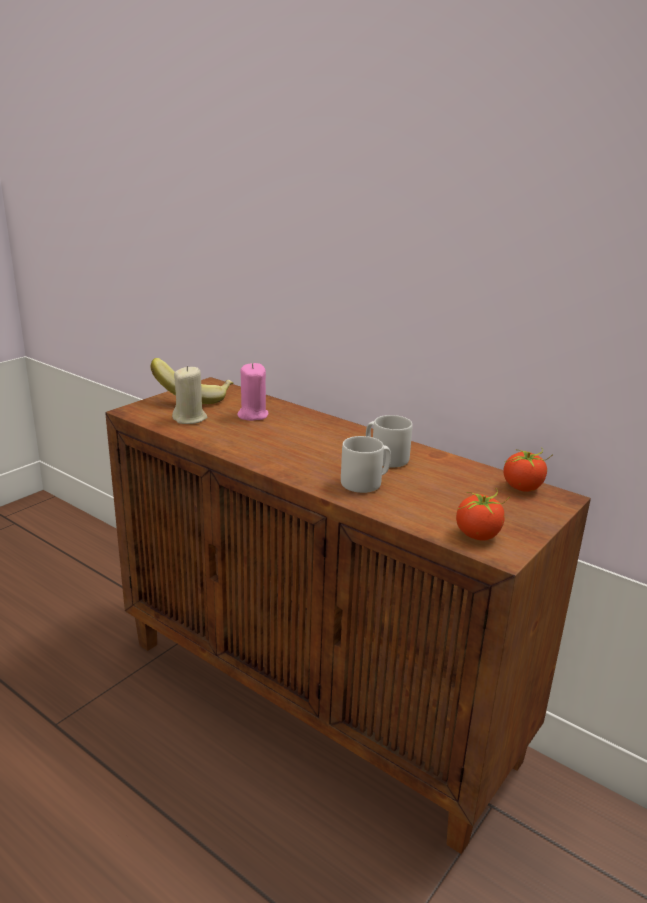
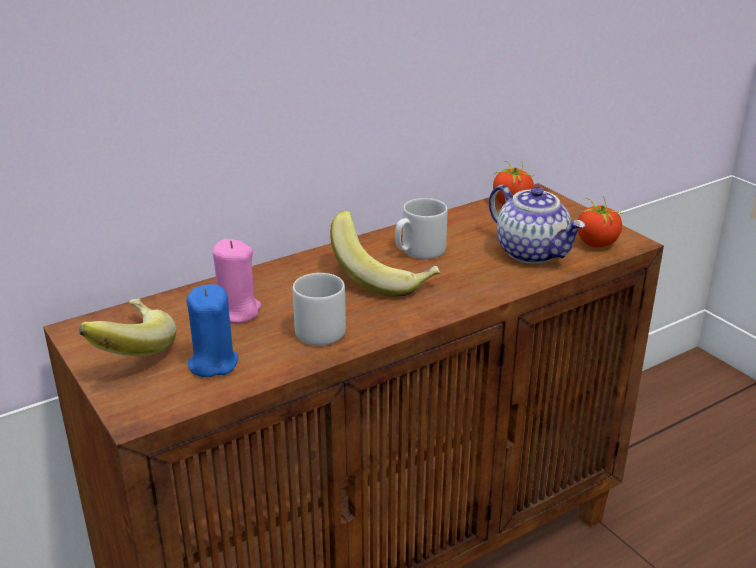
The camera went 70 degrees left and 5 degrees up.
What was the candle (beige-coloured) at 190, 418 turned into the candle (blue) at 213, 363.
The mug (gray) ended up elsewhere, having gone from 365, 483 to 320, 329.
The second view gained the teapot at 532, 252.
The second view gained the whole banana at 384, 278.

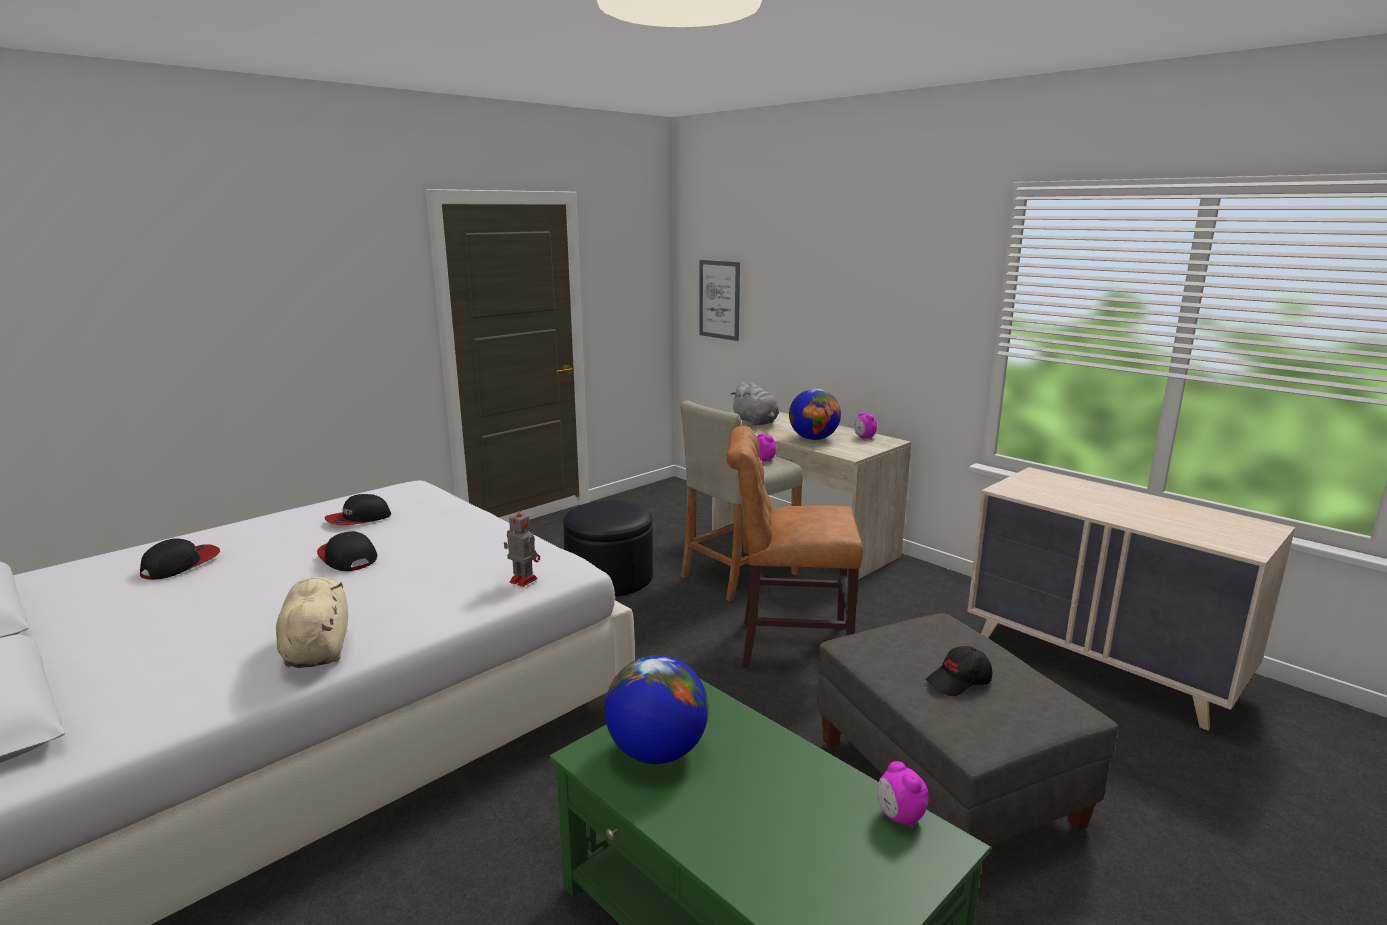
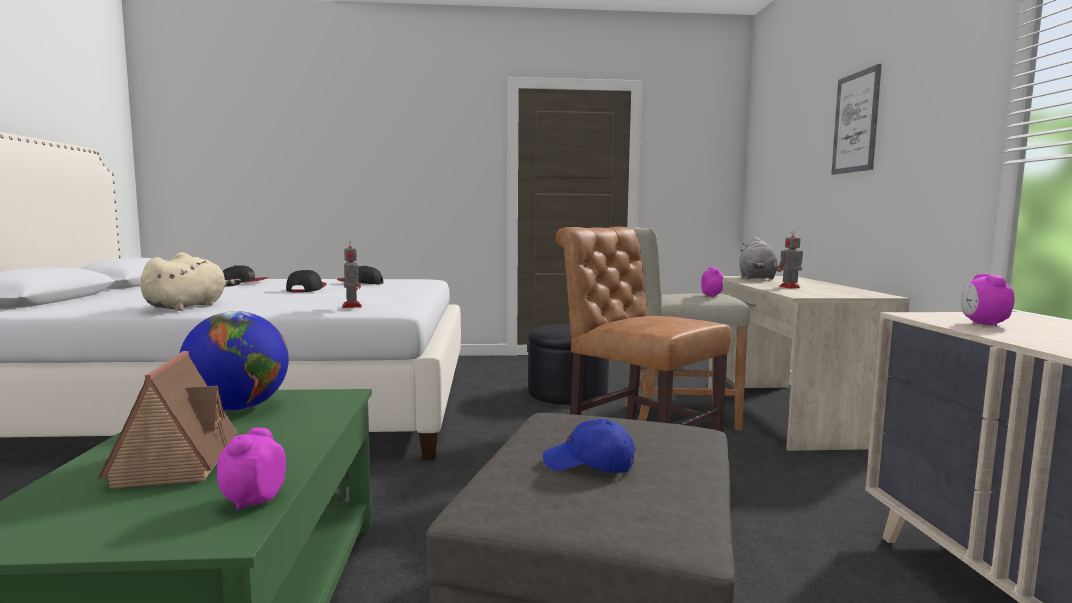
The camera went 40 degrees right and 10 degrees down.
The wall picture ended up elsewhere, having gone from 719, 299 to 856, 122.
Where the globe stood at 813, 439, the model robot came to stand at 788, 287.
The alarm clock ended up elsewhere, having gone from 864, 438 to 983, 324.
What was the peaked cap (blackish) at 959, 681 turned into the peaked cap (blue) at 589, 465.
The second view gained the miniature house at 178, 462.

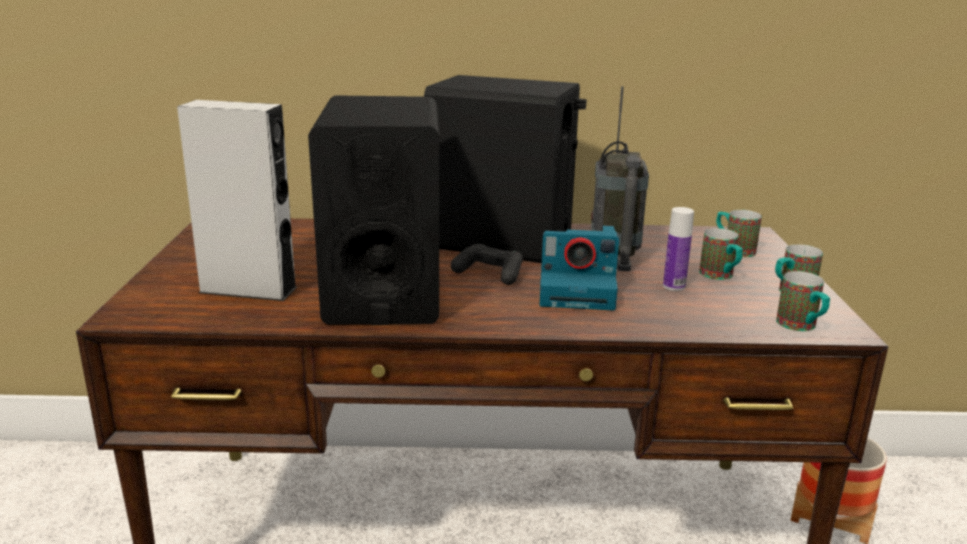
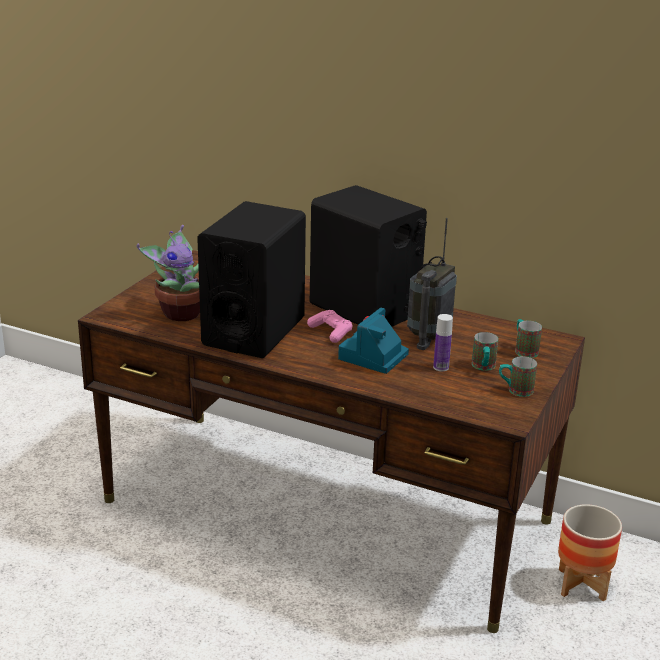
The camera went 25 degrees right and 5 degrees up.
Where the speaker (gray) stood at 248, 290, the houseplant came to stand at 180, 313.
The still camera at 579, 292 ended up facing another way, 90 degrees clockwise from before.
What was the game controller (blackish) at 489, 273 turned into the game controller (pink) at 331, 332.
The second view lost the mug at 801, 327.

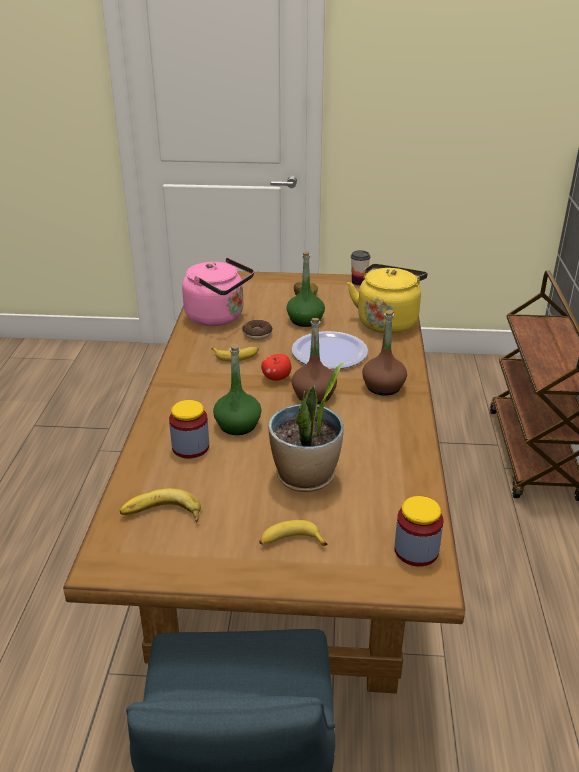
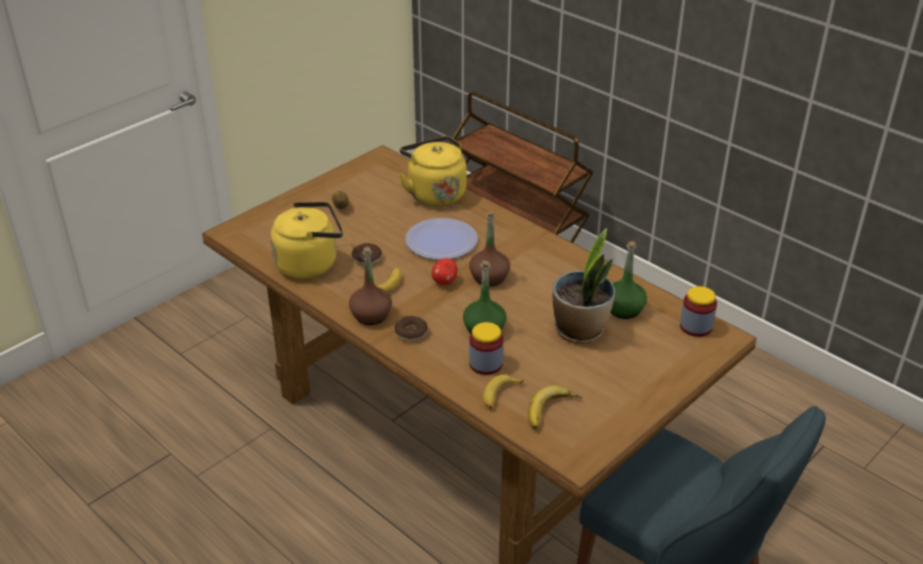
The camera went 50 degrees left and 5 degrees up.
The second view lost the drinking cup at 359, 282.
The beverage bottle (green-coloured) ended up elsewhere, having gone from 305, 320 to 623, 309.
What was the kettle (pink) at 218, 317 turned into the kettle (yellowish) at 310, 263.
The beverage bottle (brown) ended up elsewhere, having gone from 383, 387 to 371, 315.
The whole banana ended up elsewhere, having gone from 290, 541 to 499, 395.
The second view gained the ring doughnut at 411, 333.

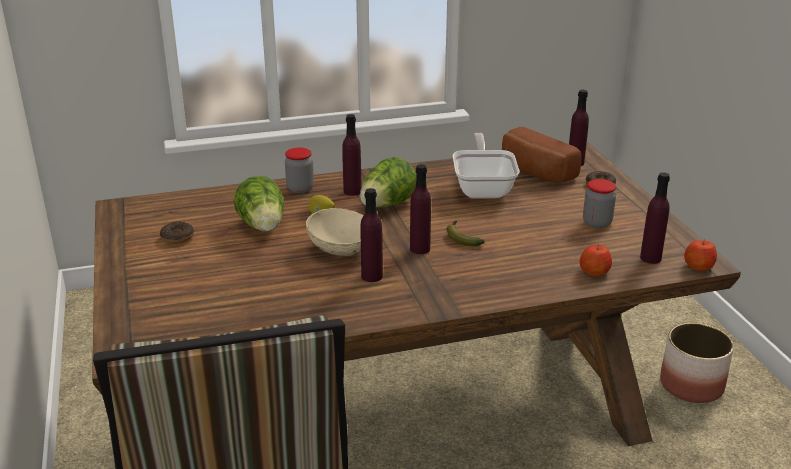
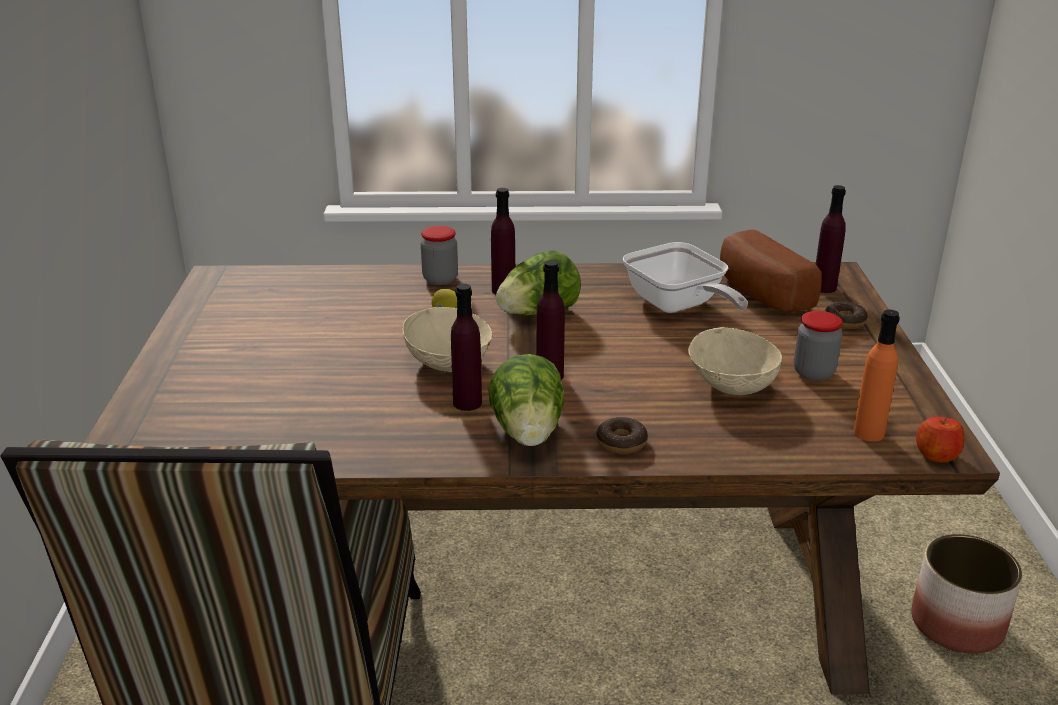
The camera went 15 degrees right and 0 degrees up.
The skillet at 483, 188 ended up facing another way, 135 degrees clockwise from before.
What was the beverage bottle (purple) at 650, 258 turned into the beverage bottle (orange-coloured) at 868, 433.
The lettuce ended up elsewhere, having gone from 263, 227 to 528, 433.
The ring doughnut ended up elsewhere, having gone from 177, 237 to 621, 442.
The second view lost the whole banana at 461, 238.
The second view lost the apple at 594, 271.
The second view gained the deep dish (beige-coloured) at 730, 384.

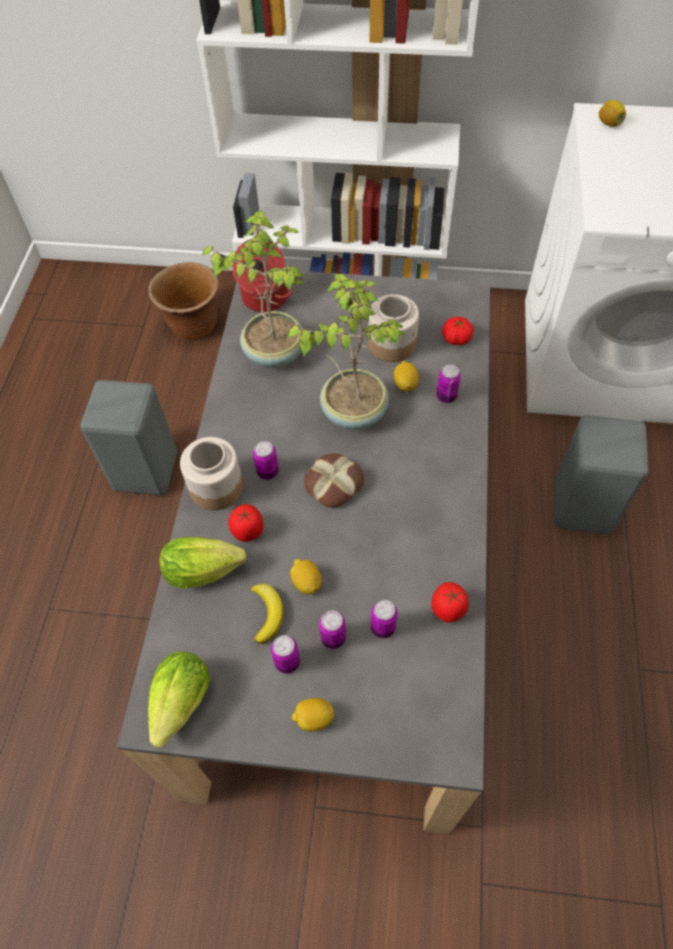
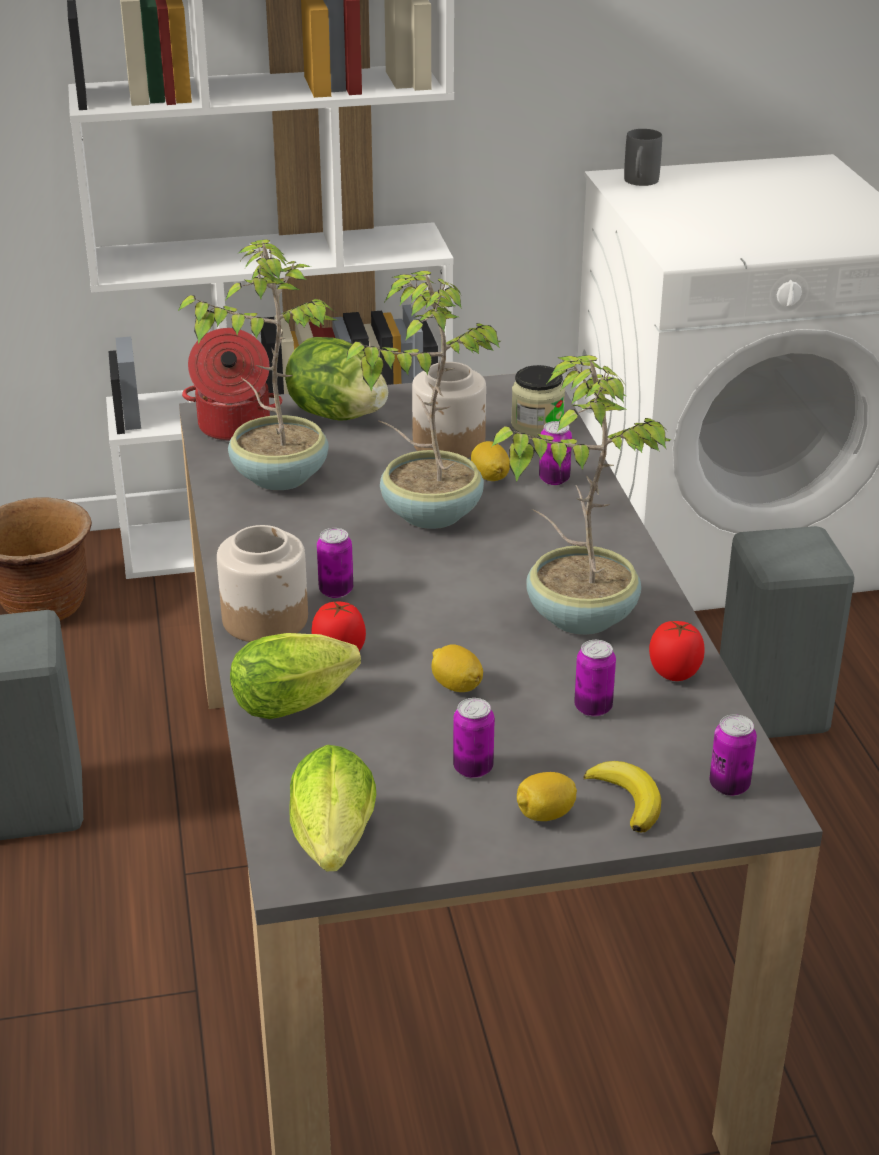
The camera went 20 degrees left and 25 degrees down.
Where the lemon stood at 609, 123, the mug (gray) came to stand at 640, 183.
Where the tomato stood at 456, 338, the jar came to stand at 537, 425.
The second view lost the bread at 333, 483.
The whole banana ended up elsewhere, having gone from 267, 613 to 627, 799.
The sealed can ended up elsewhere, having gone from 333, 638 to 729, 786.
The second view gained the lettuce at 337, 415.
The second view gained the houseplant at 579, 615.

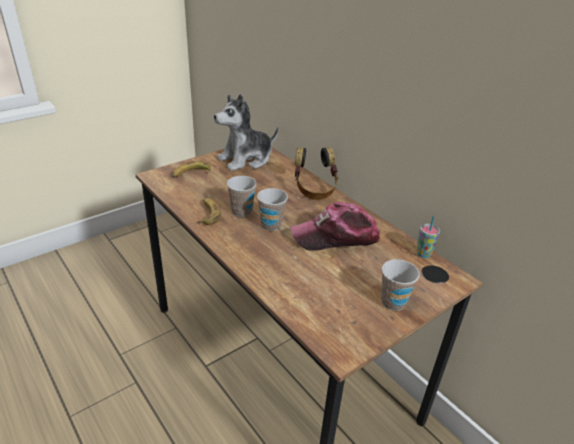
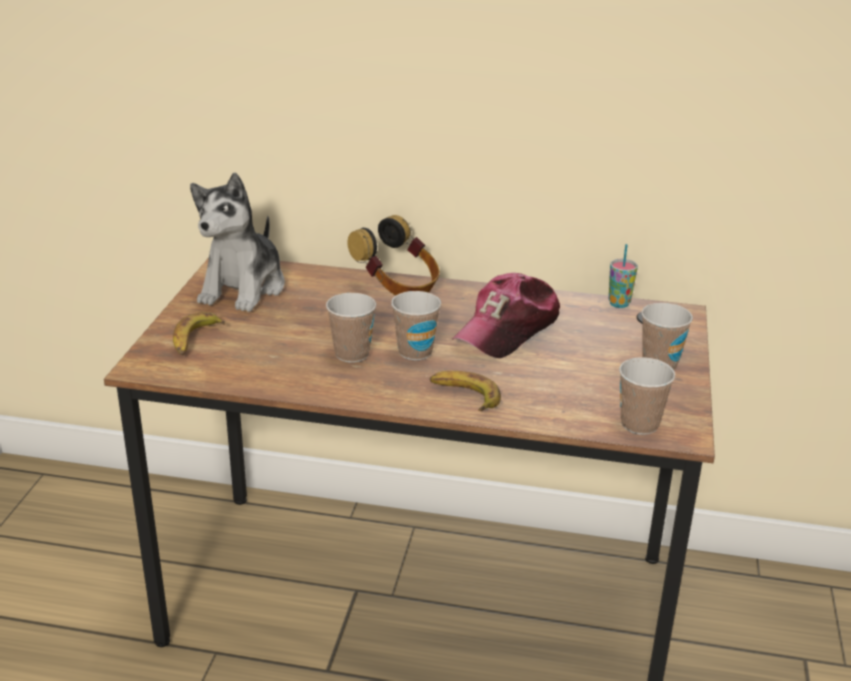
The camera went 40 degrees left and 5 degrees down.
The whole banana ended up elsewhere, having gone from 208, 214 to 464, 396.
The second view gained the drinking cup at 639, 424.

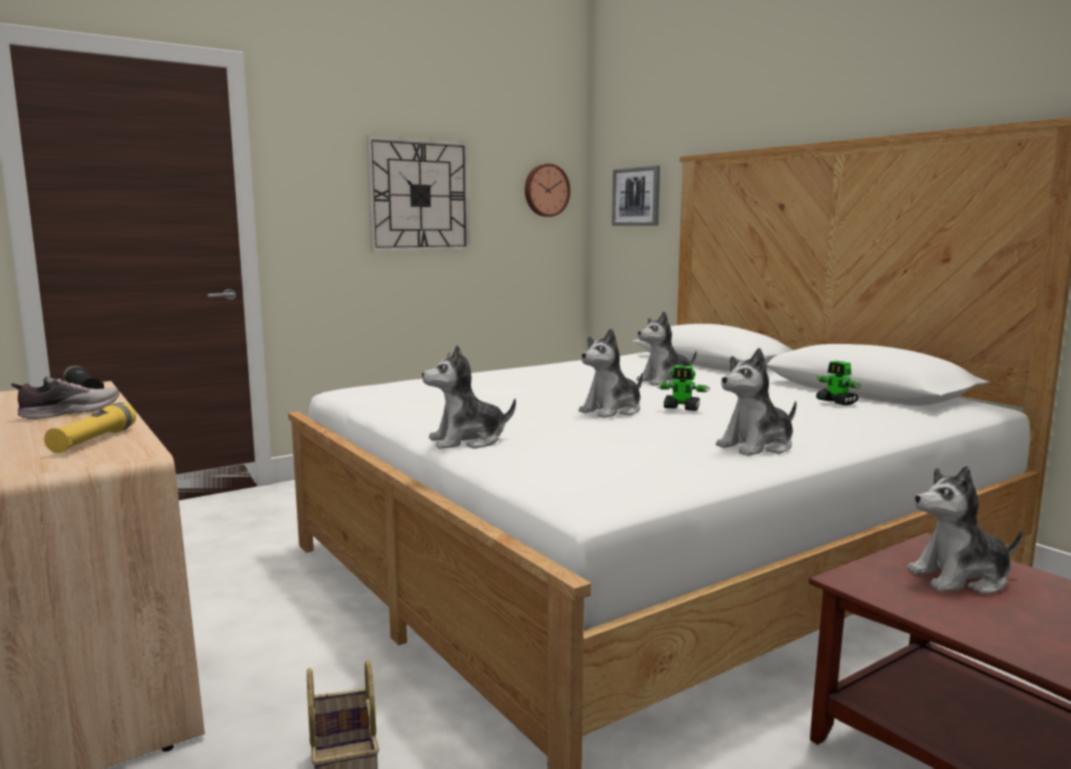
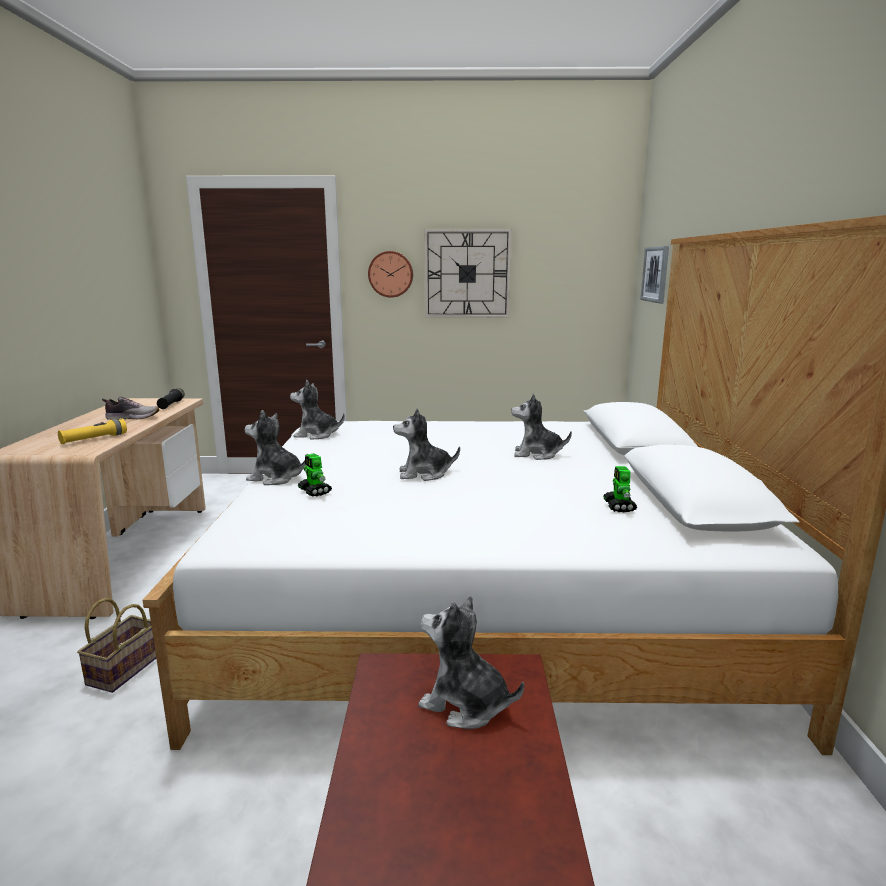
The camera went 35 degrees right and 5 degrees up.
The hanging clock ended up elsewhere, having gone from 546, 190 to 390, 274.
The soft toy ended up elsewhere, having gone from 757, 446 to 316, 435.
The model robot ended up elsewhere, having gone from 682, 408 to 315, 491.

